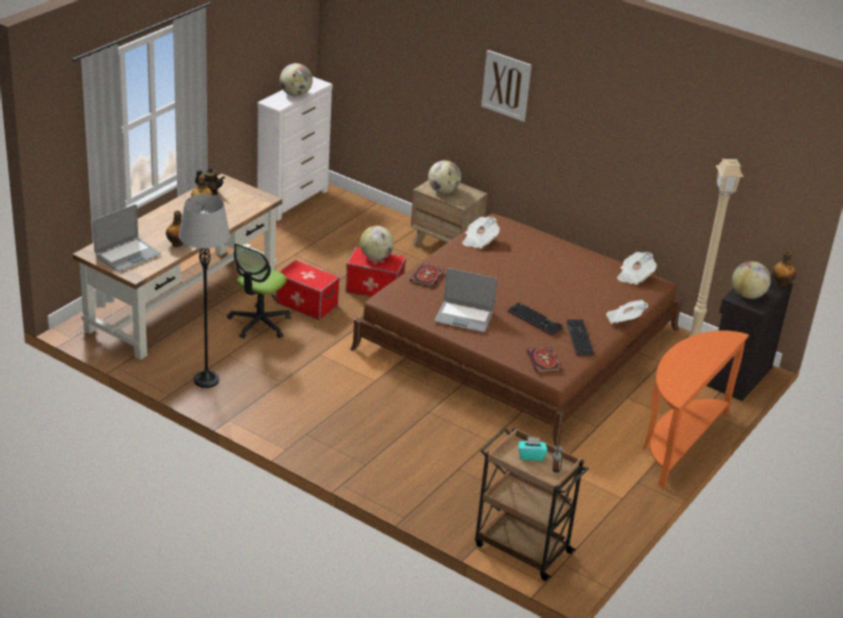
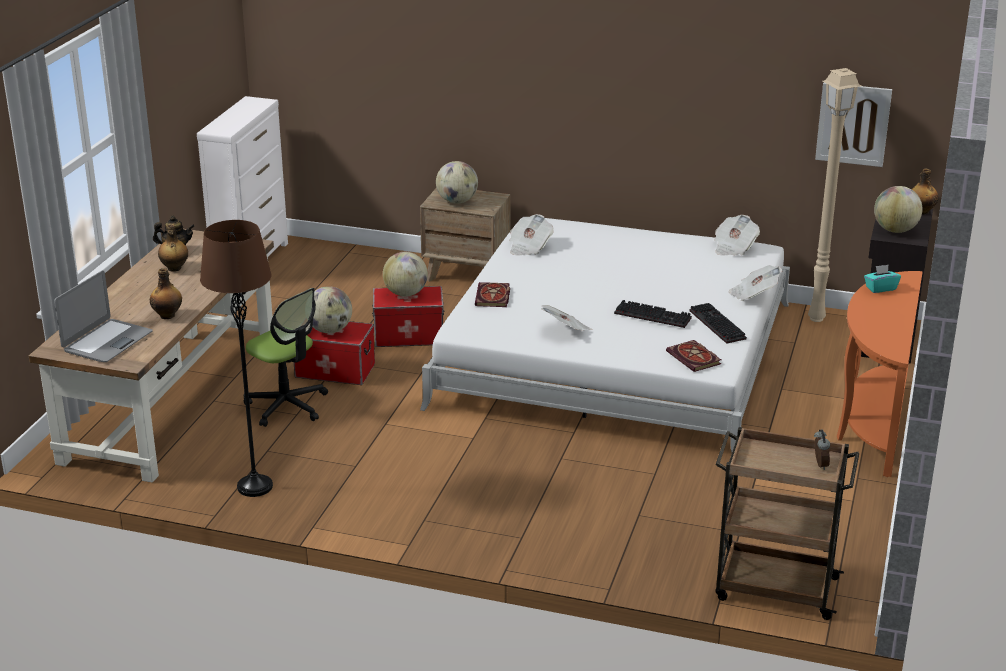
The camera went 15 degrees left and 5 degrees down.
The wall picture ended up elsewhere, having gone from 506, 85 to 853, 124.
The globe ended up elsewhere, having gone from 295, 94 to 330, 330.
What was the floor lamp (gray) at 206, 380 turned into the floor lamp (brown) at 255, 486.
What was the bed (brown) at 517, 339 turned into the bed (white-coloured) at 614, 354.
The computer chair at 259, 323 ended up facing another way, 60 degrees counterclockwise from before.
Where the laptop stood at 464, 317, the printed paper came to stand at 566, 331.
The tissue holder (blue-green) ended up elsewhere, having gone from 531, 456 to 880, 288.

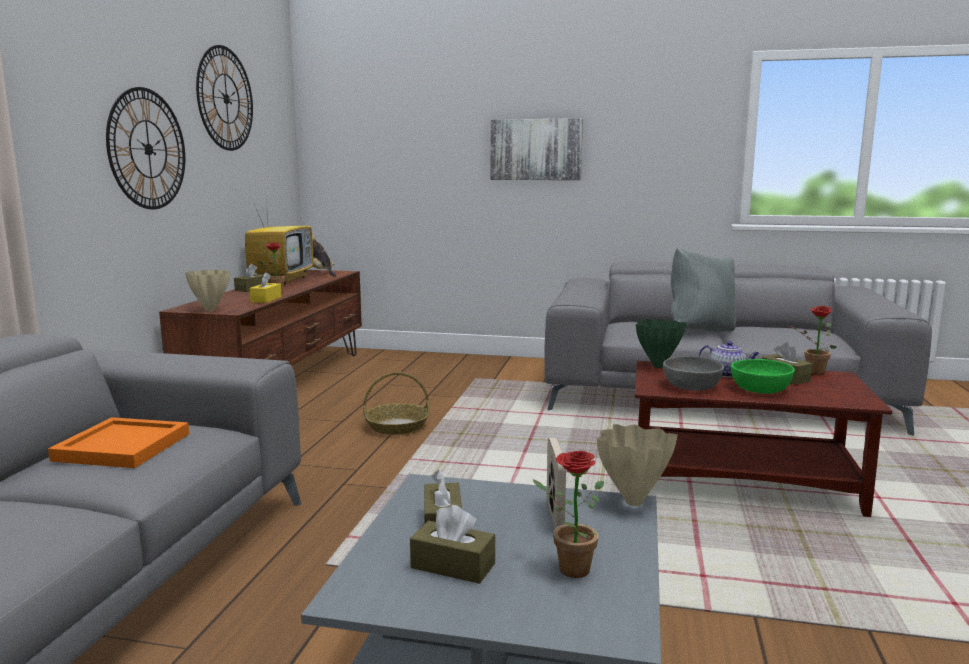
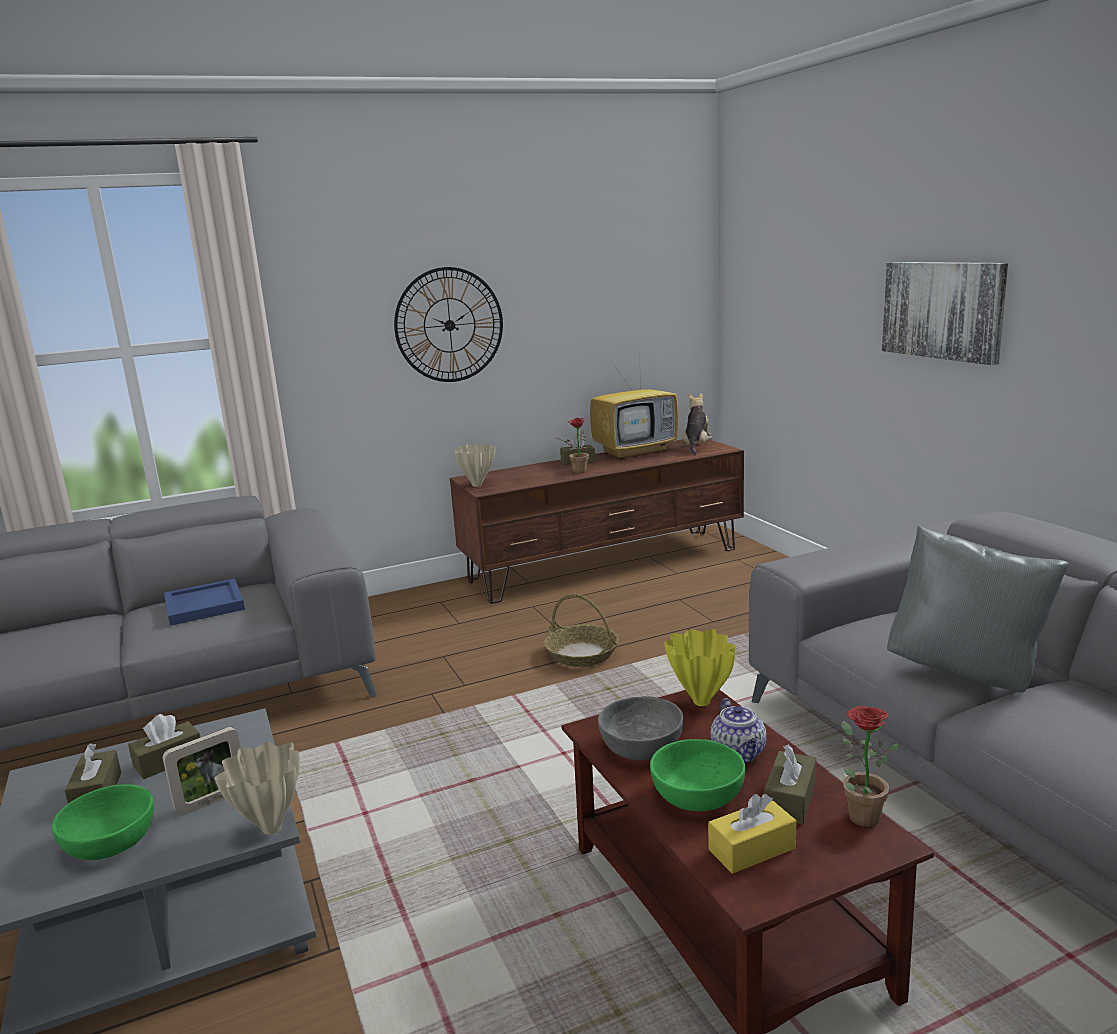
The camera went 55 degrees right and 5 degrees up.
The second view lost the hanging clock at 225, 98.
The tissue holder (yellowish) ended up elsewhere, having gone from 266, 299 to 752, 849.
What was the decorative vase (green-coloured) at 657, 366 turned into the decorative vase (yellowish) at 700, 701.
What was the serving tray (orange-coloured) at 123, 447 turned into the serving tray (blue) at 203, 606.
Where the houseplant stood at 567, 568, the deep dish (green-coloured) came to stand at 111, 842.

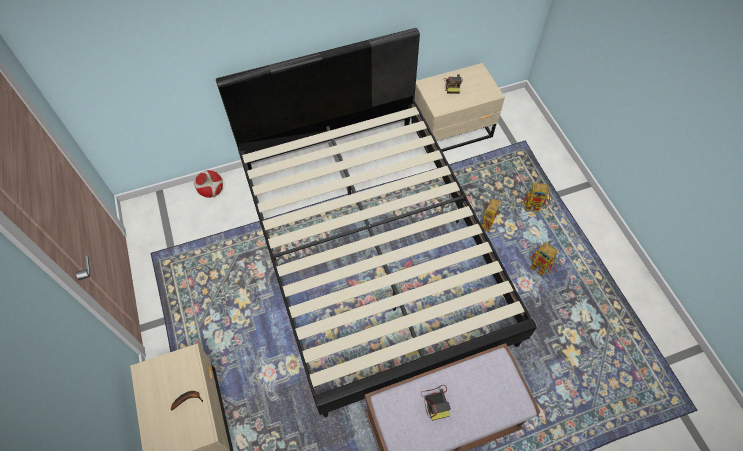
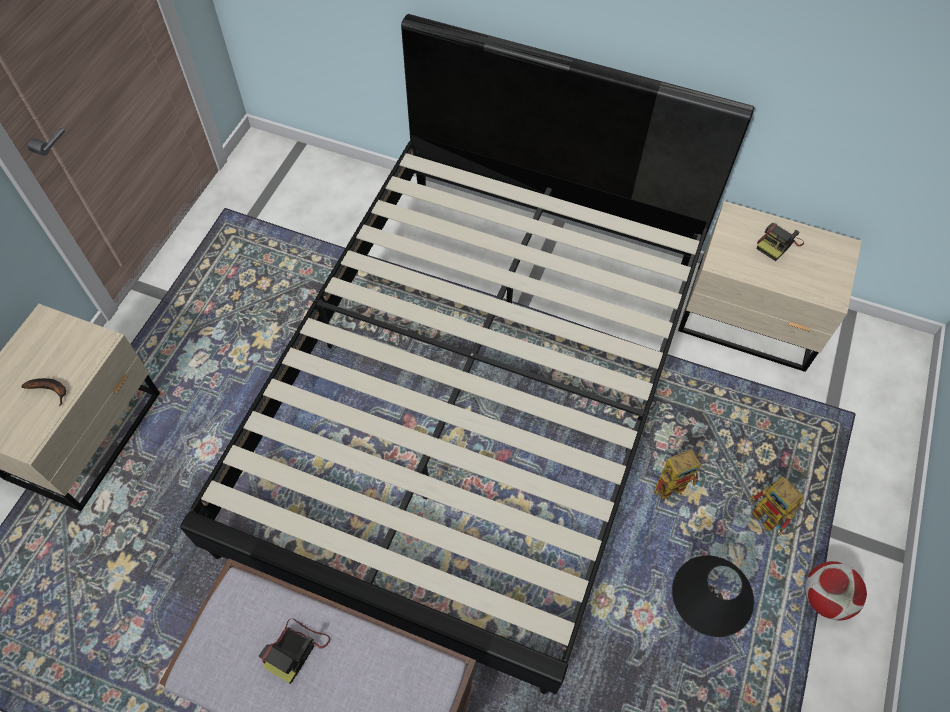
The camera went 40 degrees right and 0 degrees up.
The football ball ended up elsewhere, having gone from 212, 191 to 825, 597.
Where the model robot stood at 542, 269, the lamp for a table (blackish) came to stand at 691, 619.

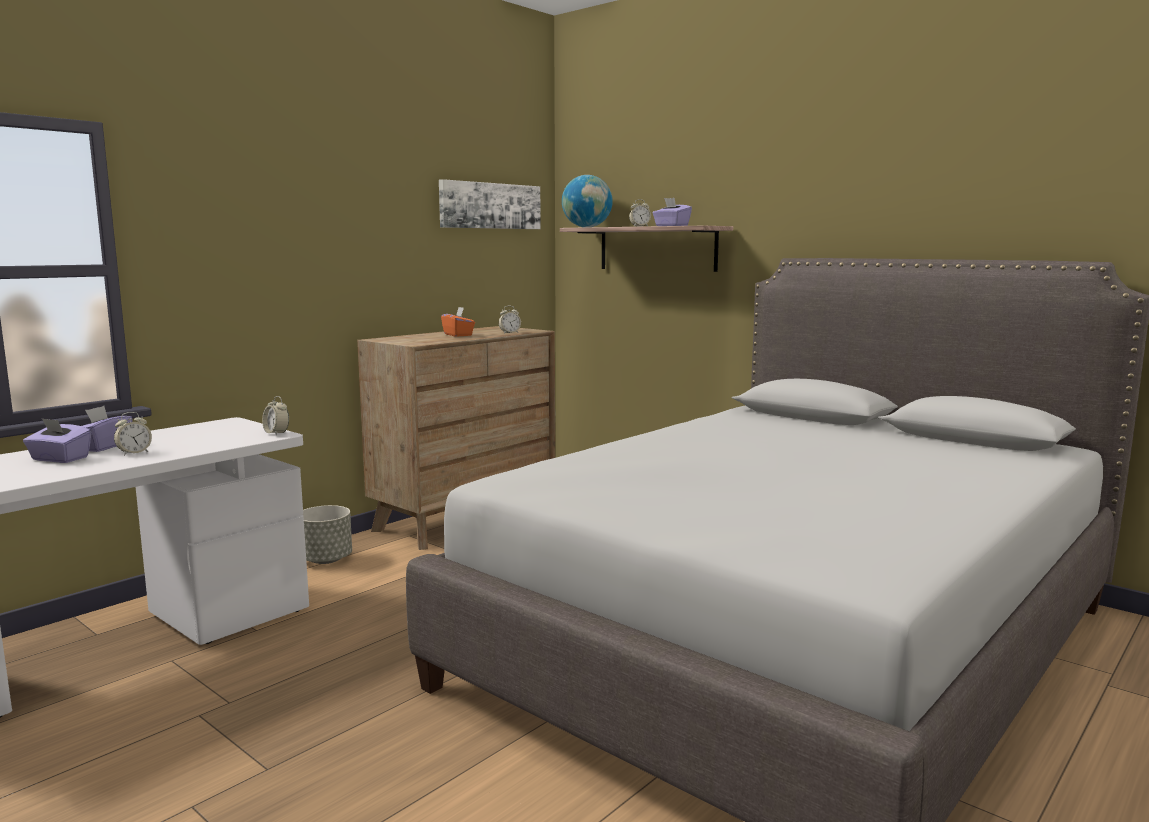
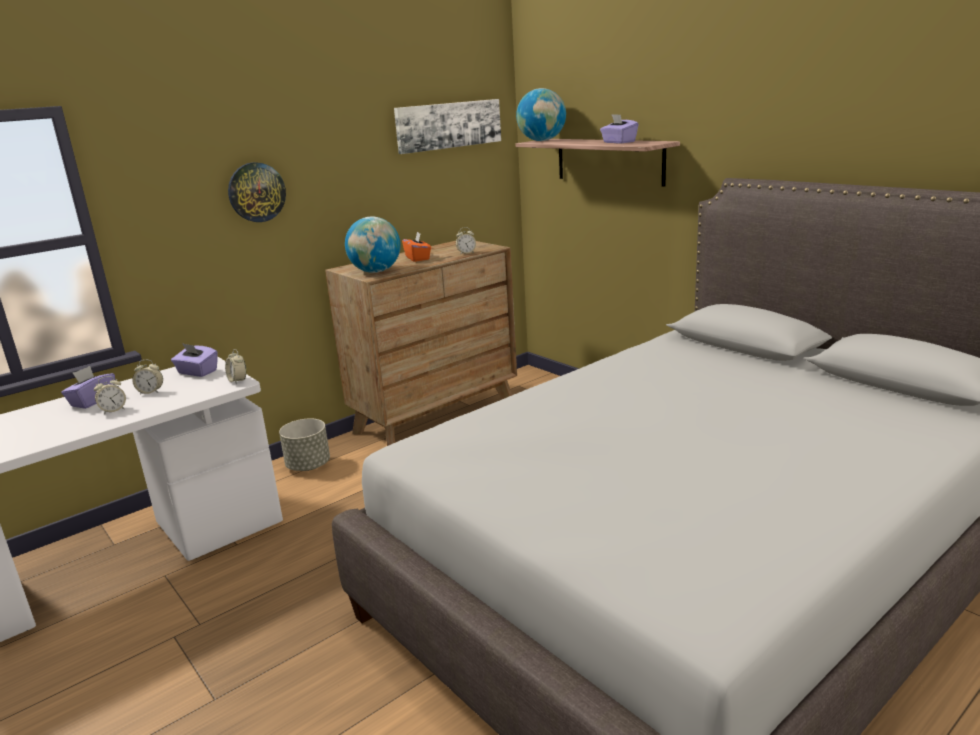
The camera went 10 degrees right and 10 degrees up.
The alarm clock ended up elsewhere, having gone from 639, 226 to 151, 392.
The tissue holder (purple) ended up elsewhere, having gone from 59, 459 to 197, 372.
The second view gained the hanging clock at 256, 192.
The second view gained the globe at 376, 272.

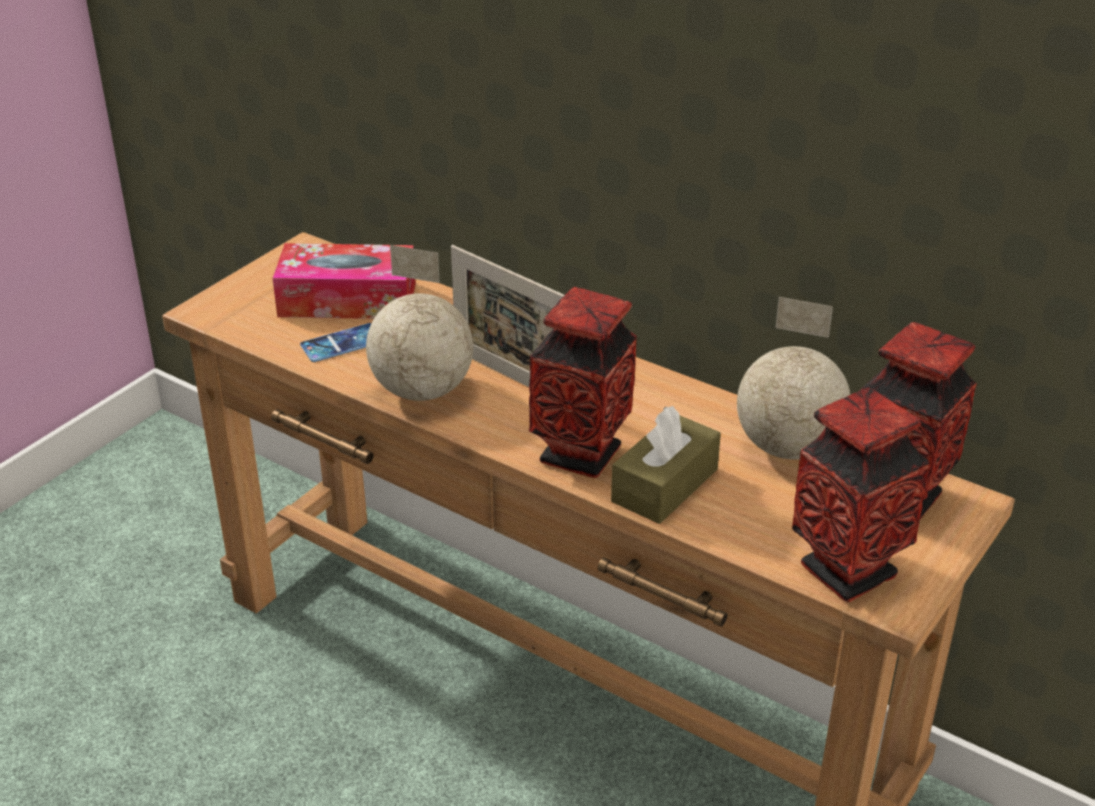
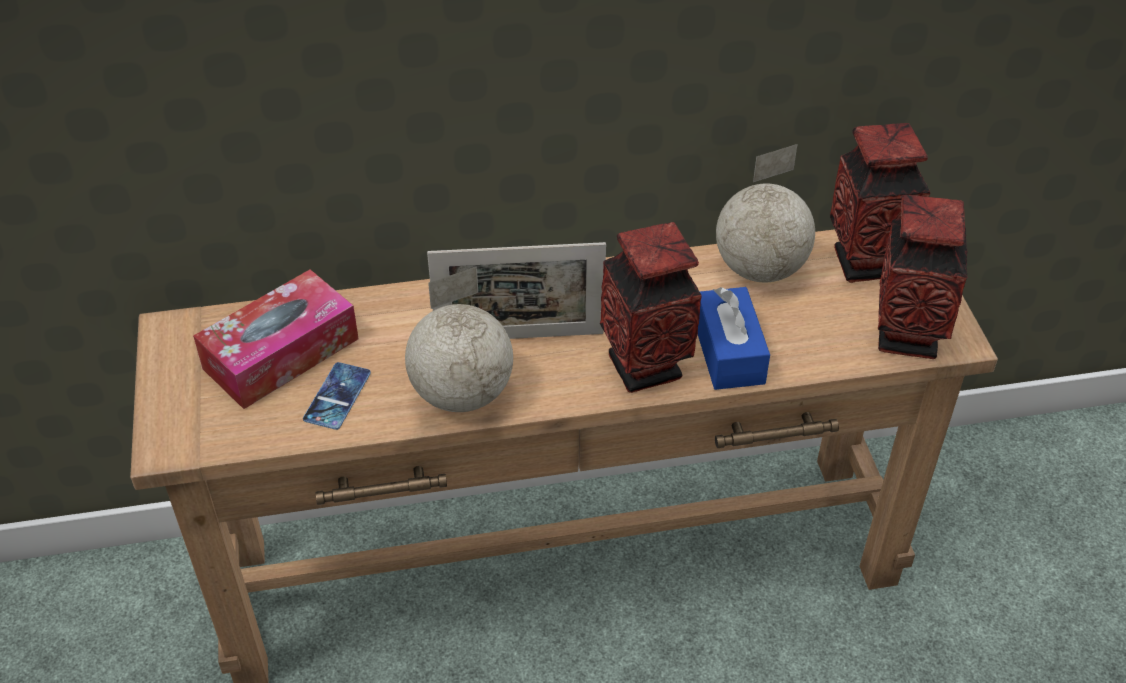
The camera went 45 degrees left and 10 degrees up.
What was the tissue holder (brown) at 665, 485 turned into the tissue holder (blue) at 728, 352.

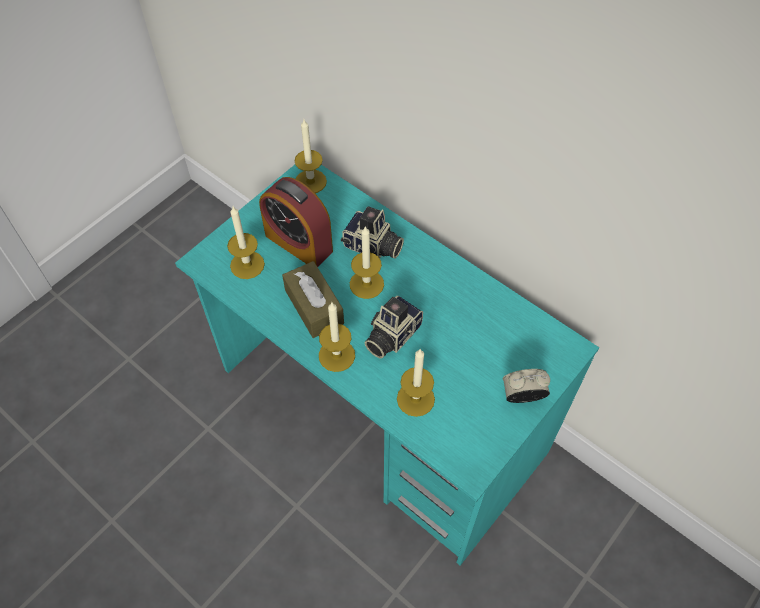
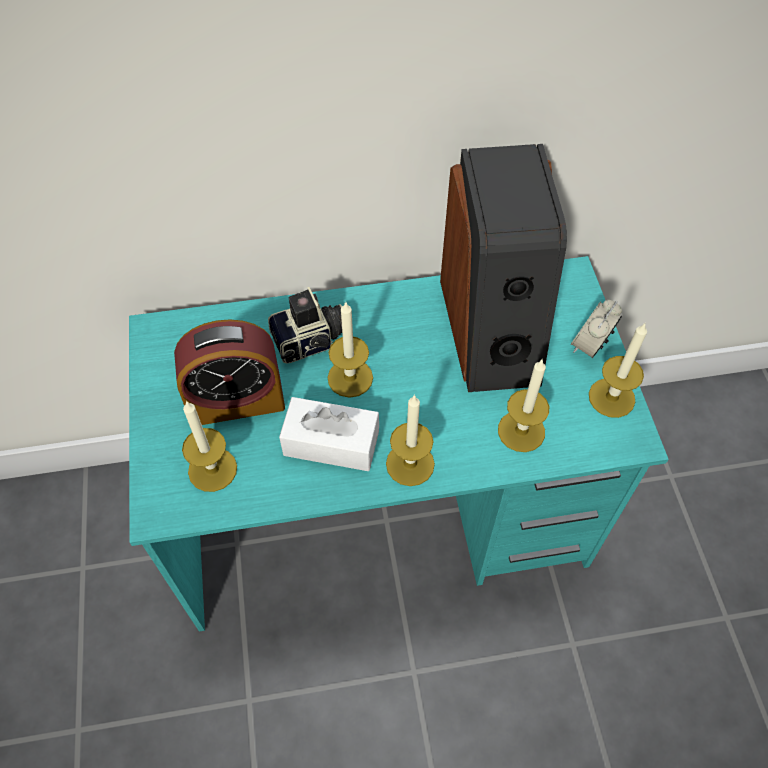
The camera went 50 degrees left and 0 degrees up.
The candle ended up elsewhere, having gone from 310, 181 to 611, 397.
What was the tissue holder (brown) at 314, 307 turned into the tissue holder (white-coloured) at 331, 443.
The second view lost the still camera at 391, 335.
The second view gained the speaker at 492, 329.

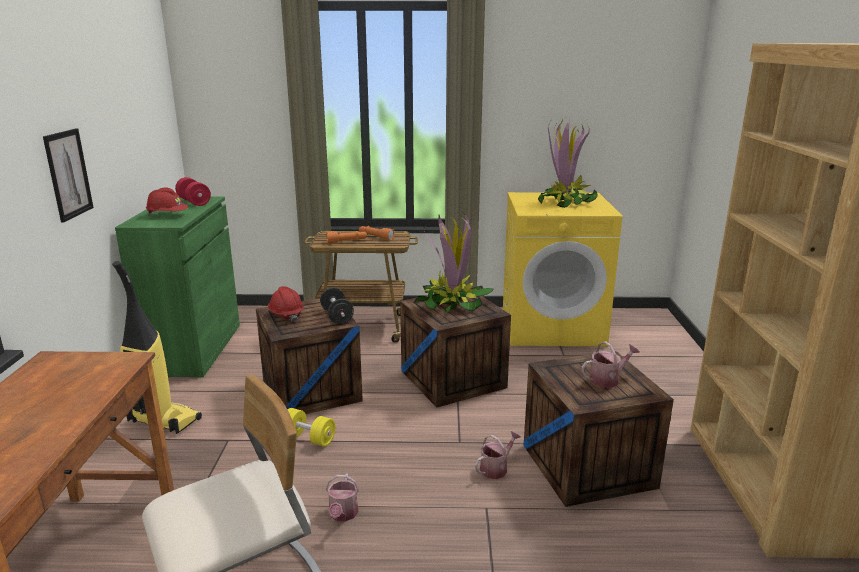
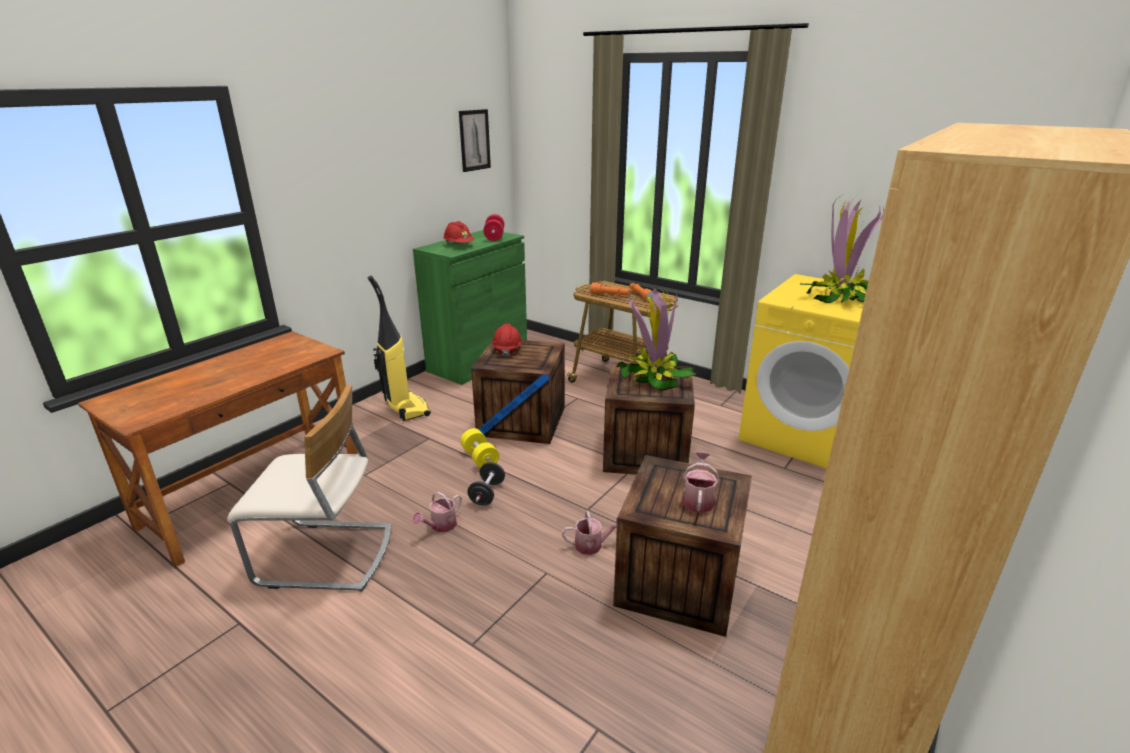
The camera went 35 degrees right and 5 degrees up.
The wall picture ended up elsewhere, having gone from 68, 174 to 474, 140.
The dumbbell (blackish) ended up elsewhere, having gone from 337, 317 to 487, 494.
The watering pot at 607, 379 ended up facing another way, 90 degrees counterclockwise from before.

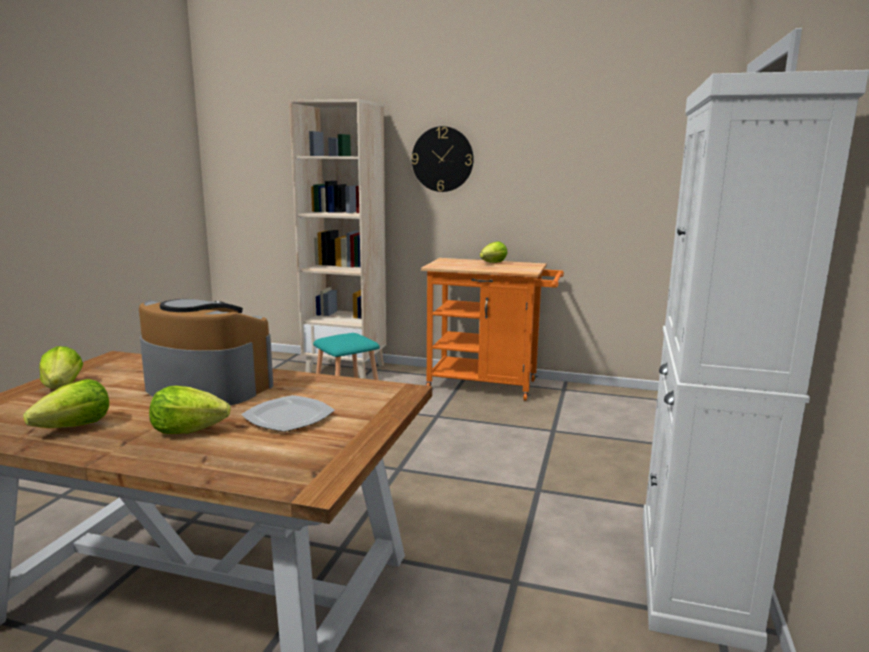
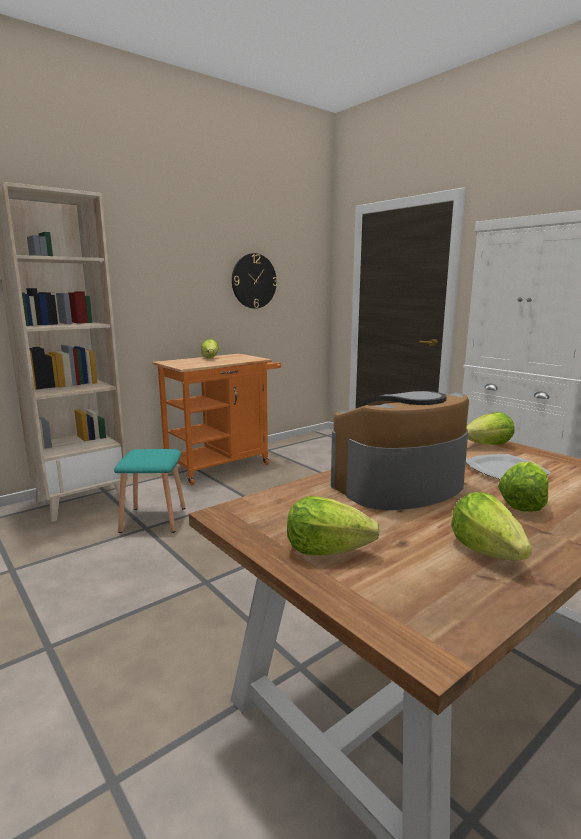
The camera went 55 degrees left and 0 degrees up.
The hanging clock ended up elsewhere, having gone from 442, 159 to 254, 281.
The second view gained the lettuce at 488, 445.

